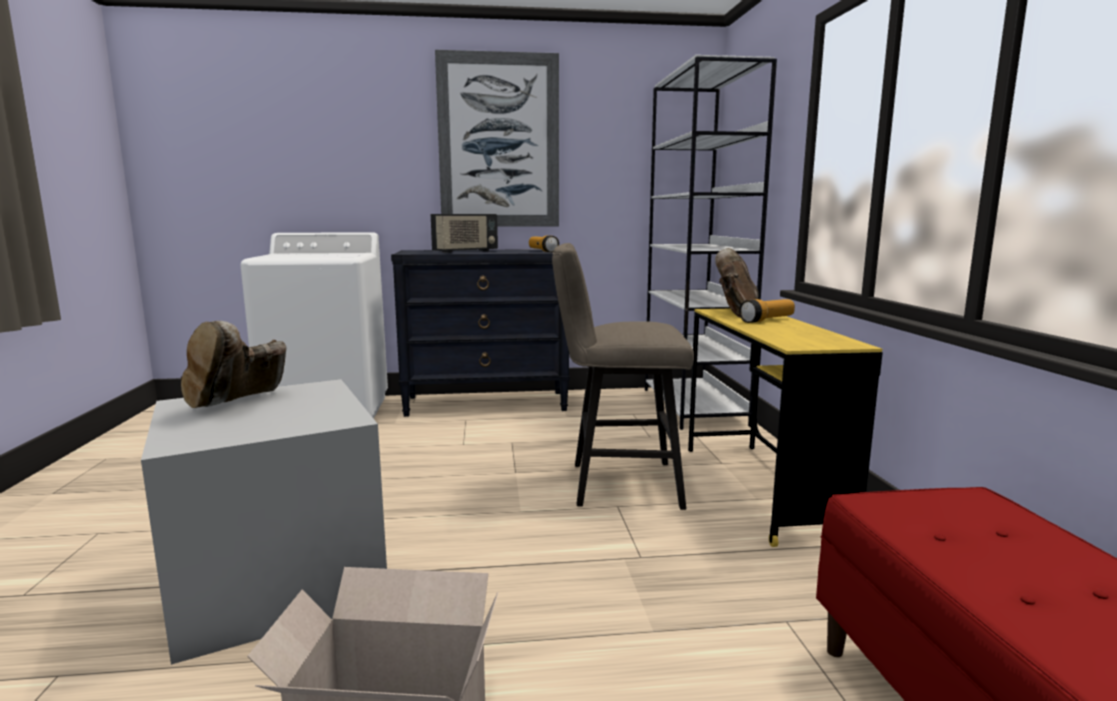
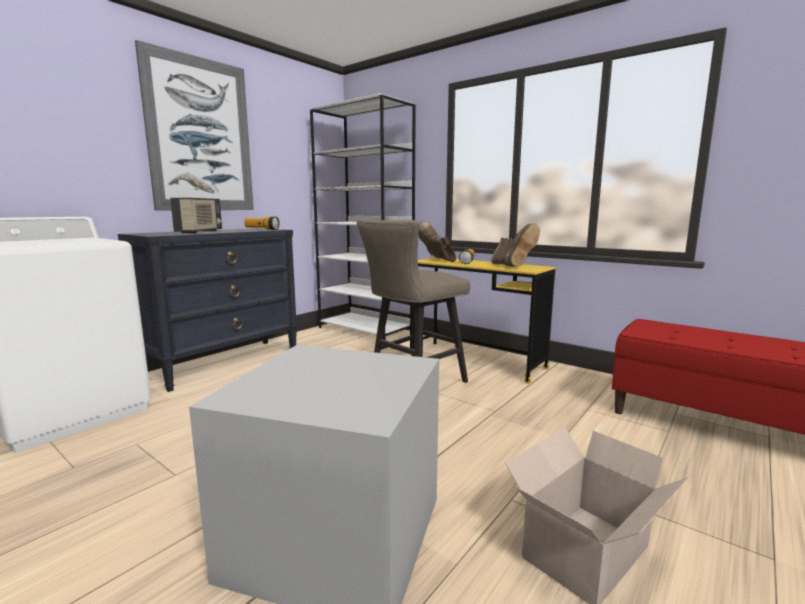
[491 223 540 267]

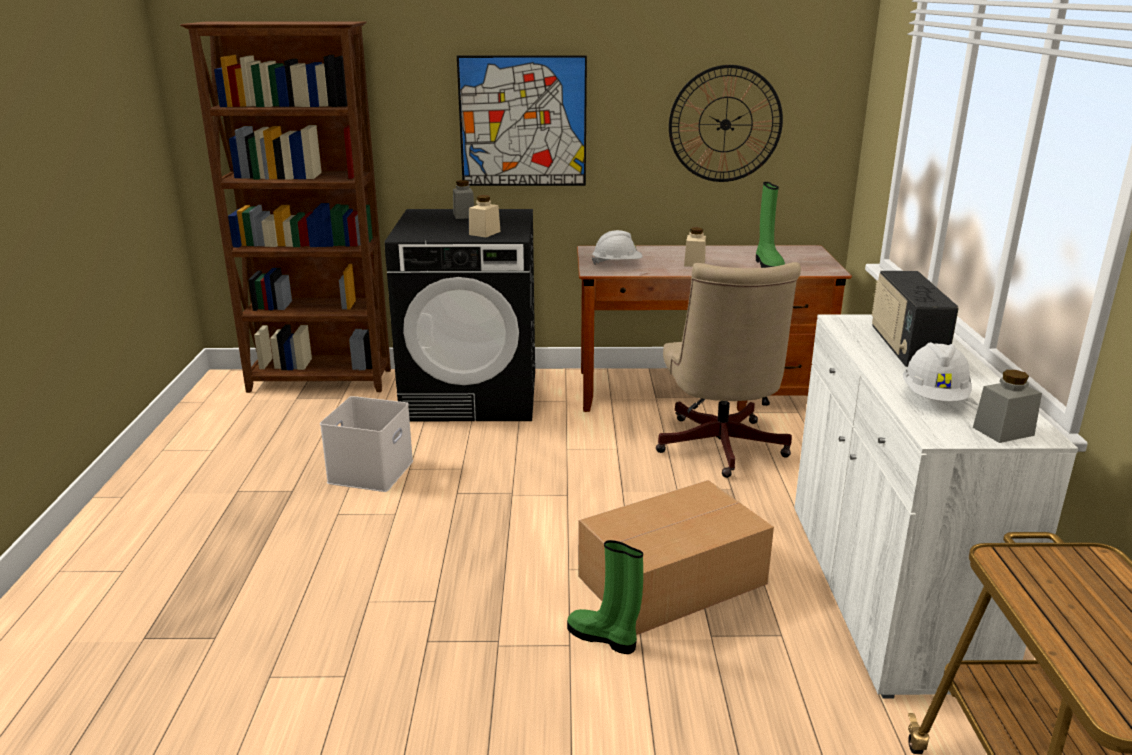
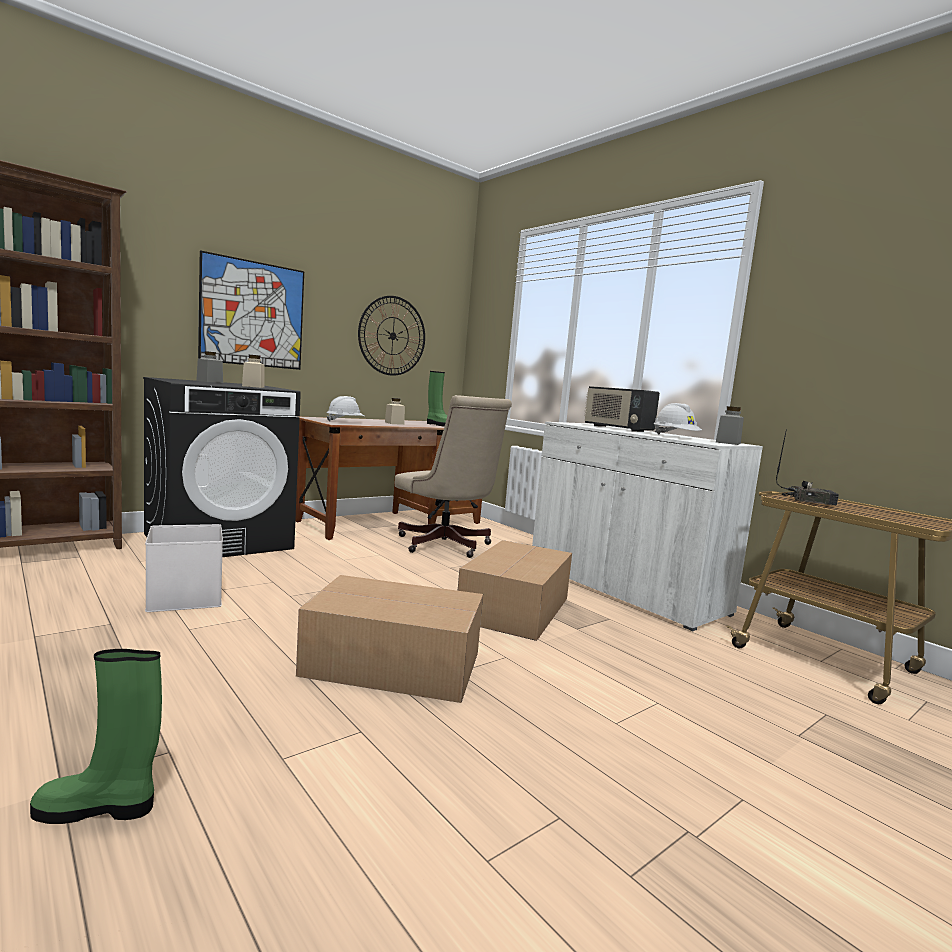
[30 649 162 824]
[296 575 483 703]
[776 430 839 506]

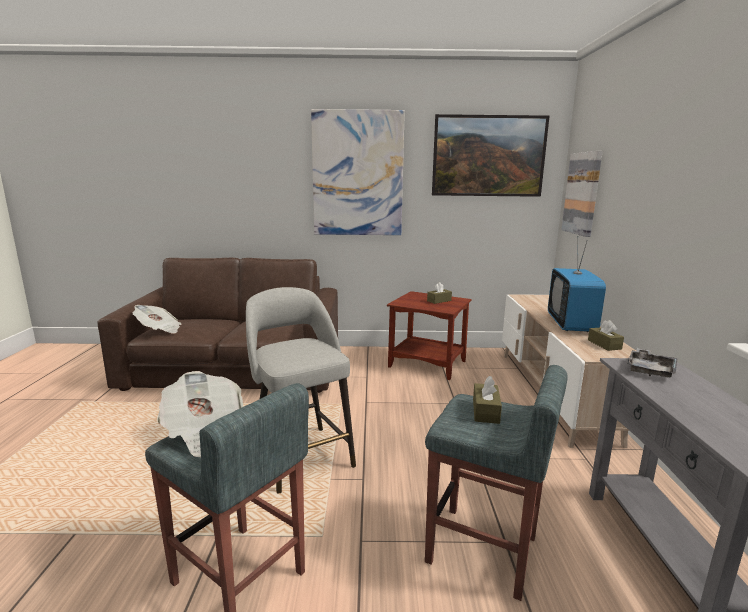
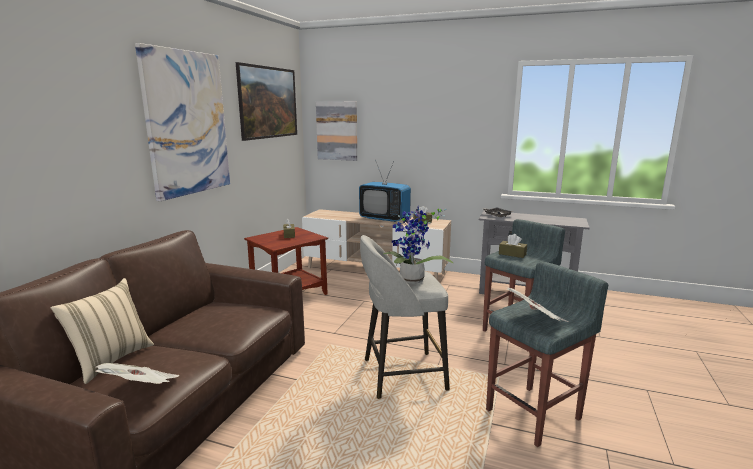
[51 278 154 384]
[383 206 453 284]

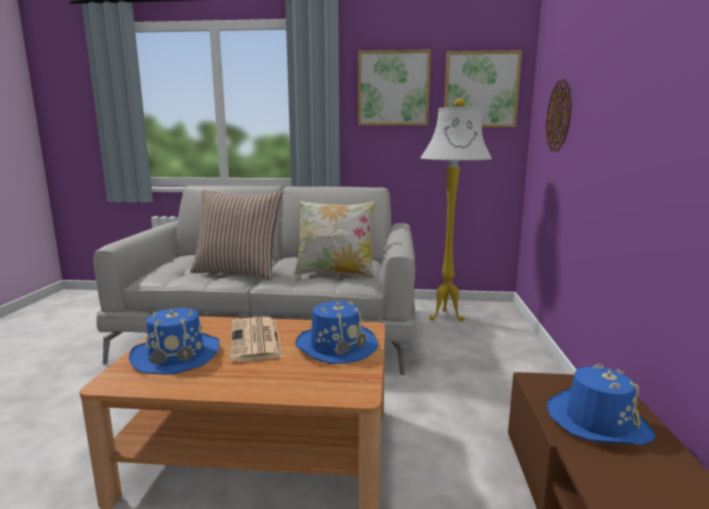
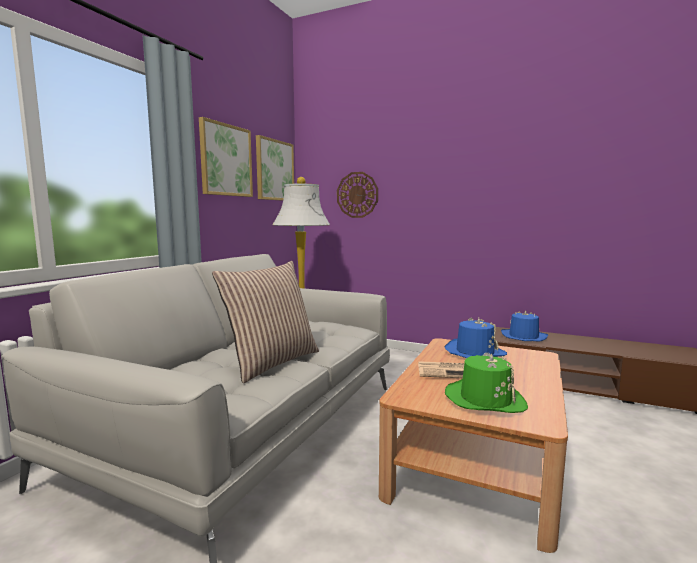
[445 352 528 413]
[294 200 376 278] (first image)

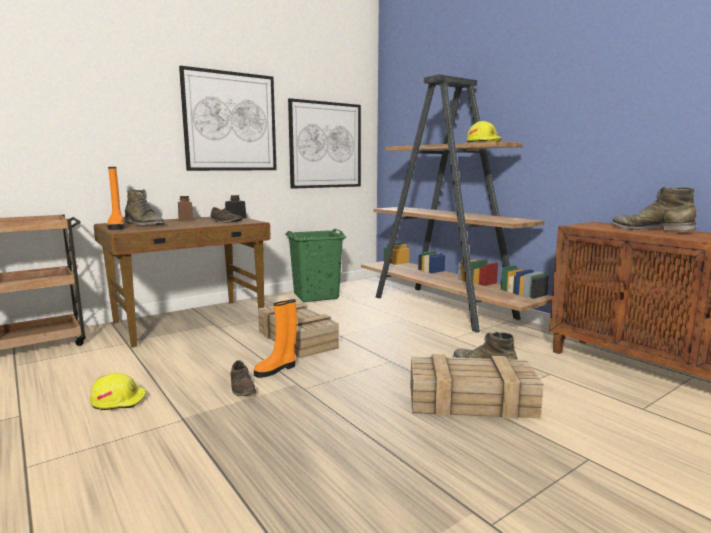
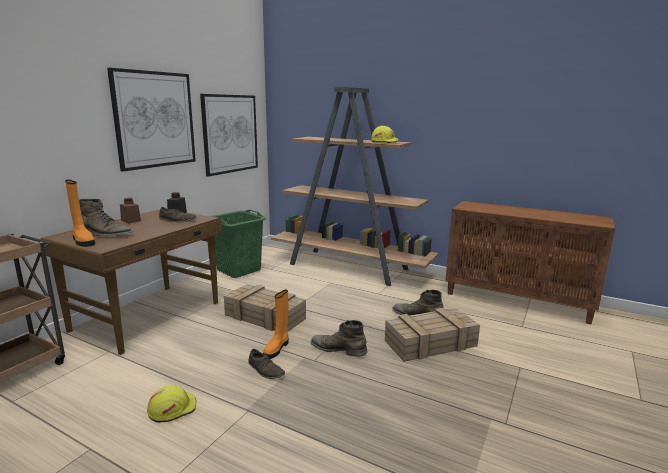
[311 320 367 357]

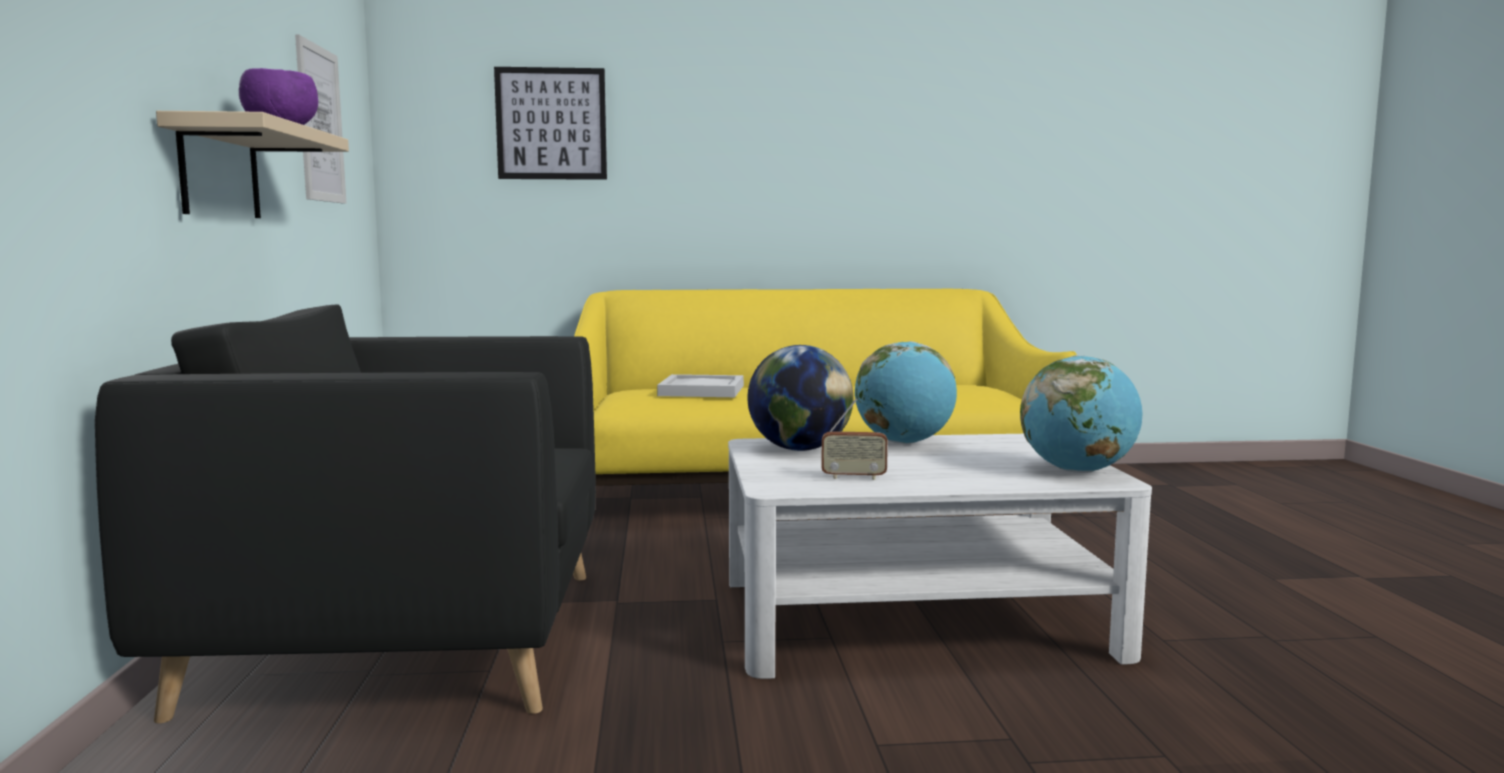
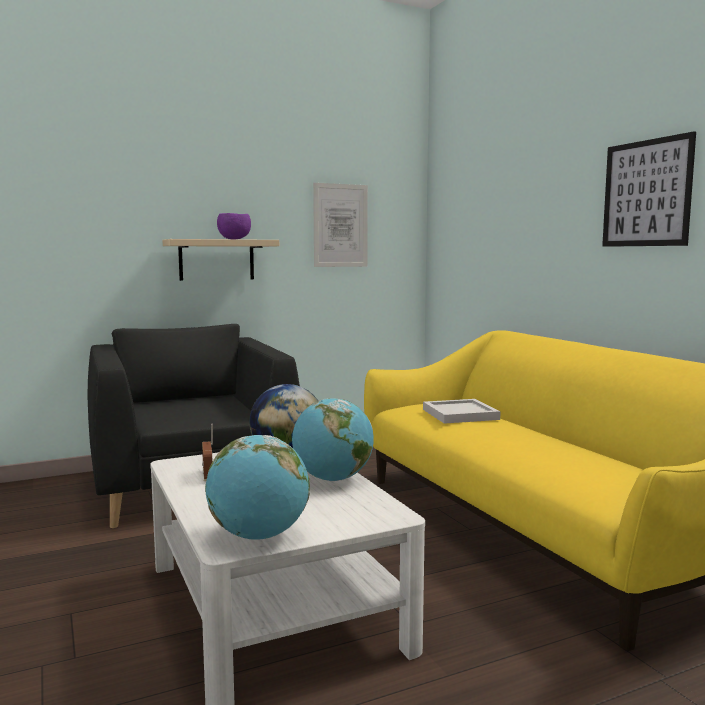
[602 131 696 247]

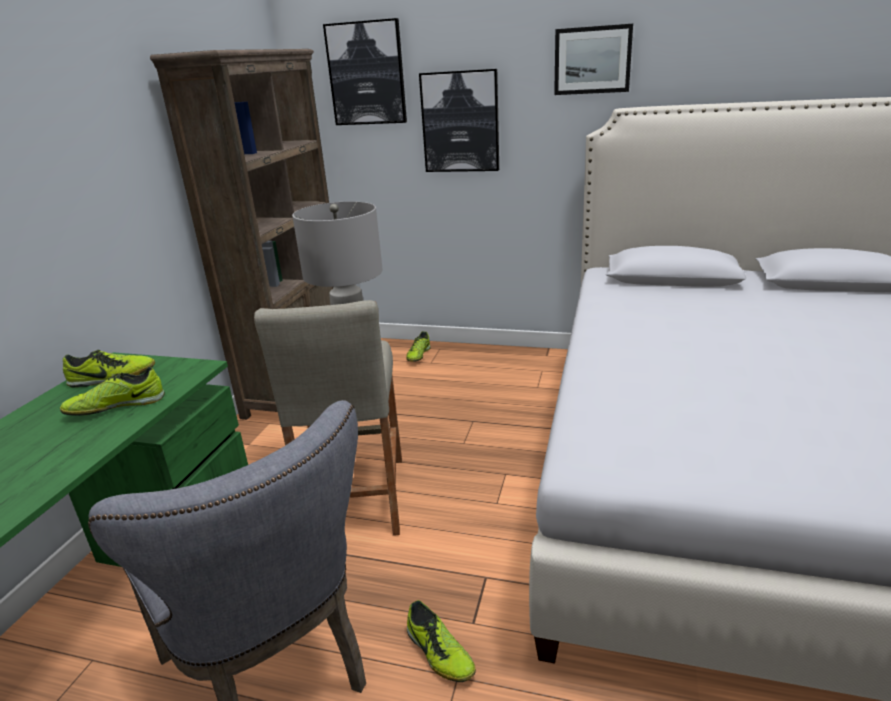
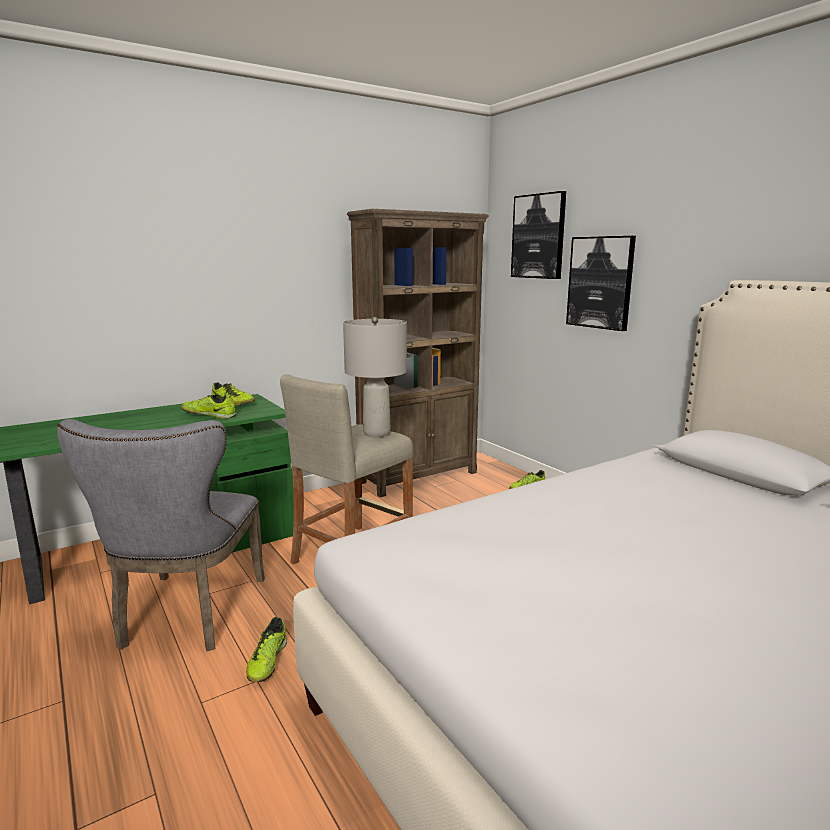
[554 24 633 95] (first image)

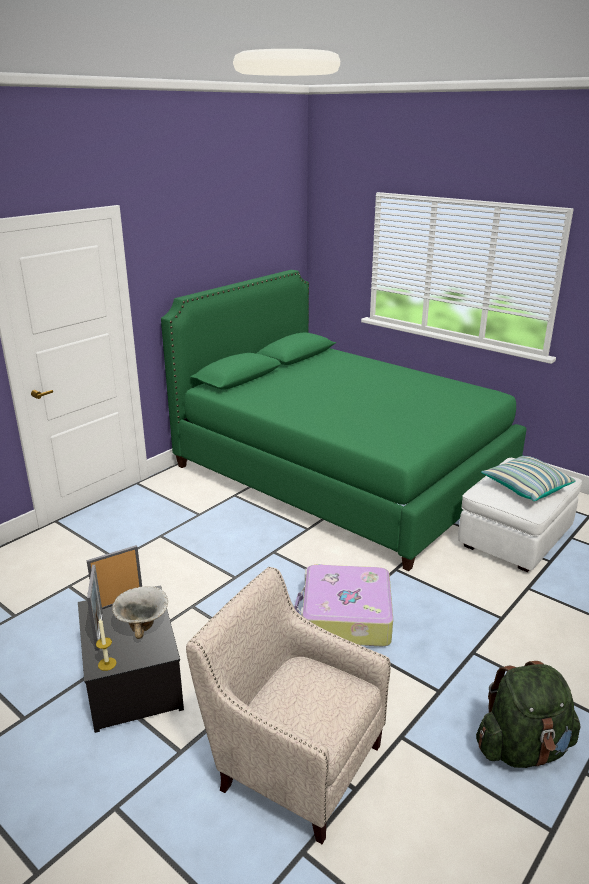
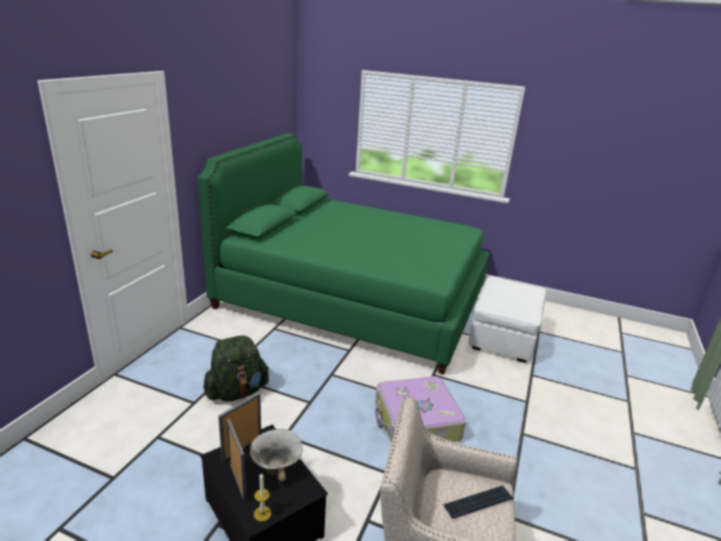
[203 335 269 402]
[444 485 514 519]
[481 456 576 501] (first image)

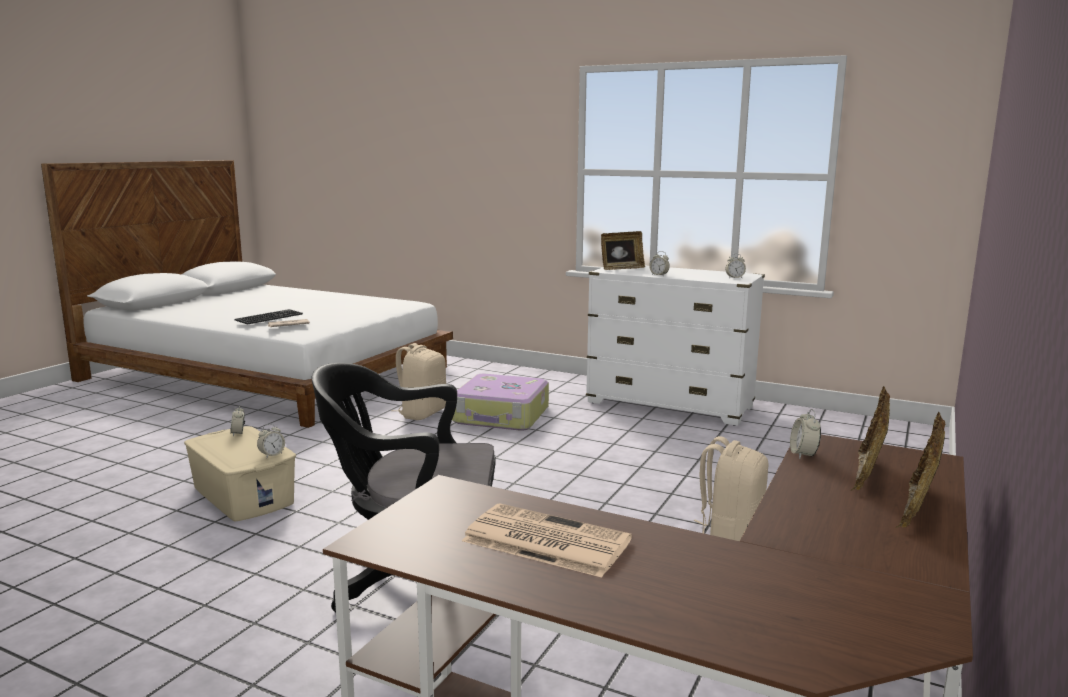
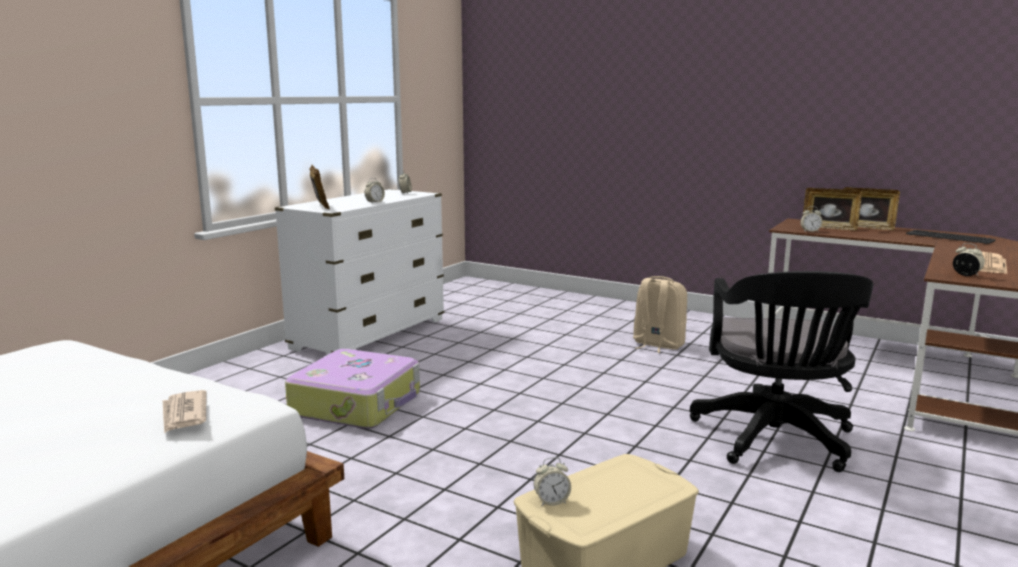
[906 230 996 244]
[953 243 985 276]
[391 343 446 420] (first image)

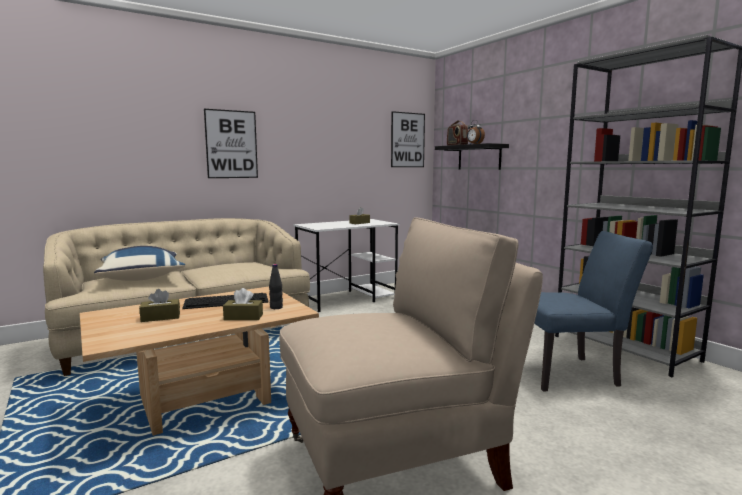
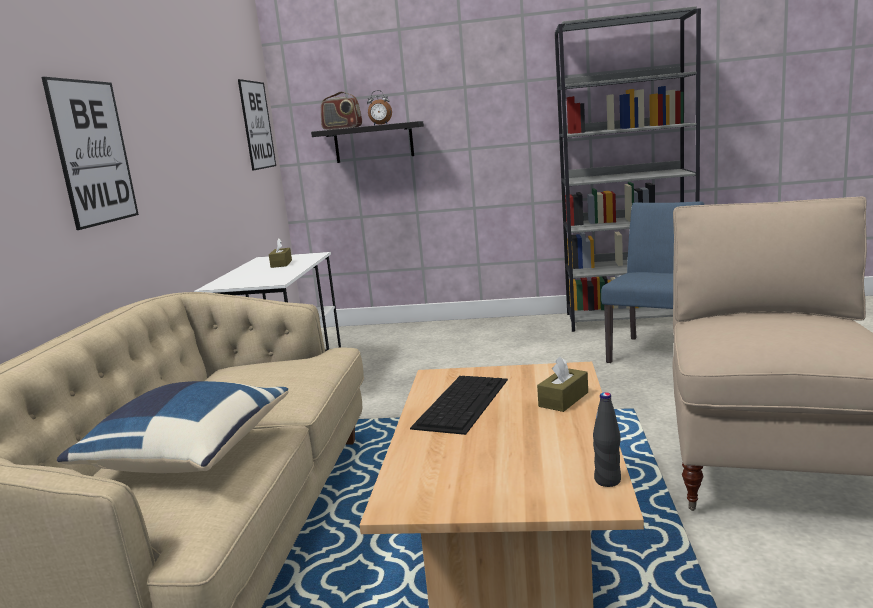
[593 392 621 487]
[139 289 180 322] (first image)

